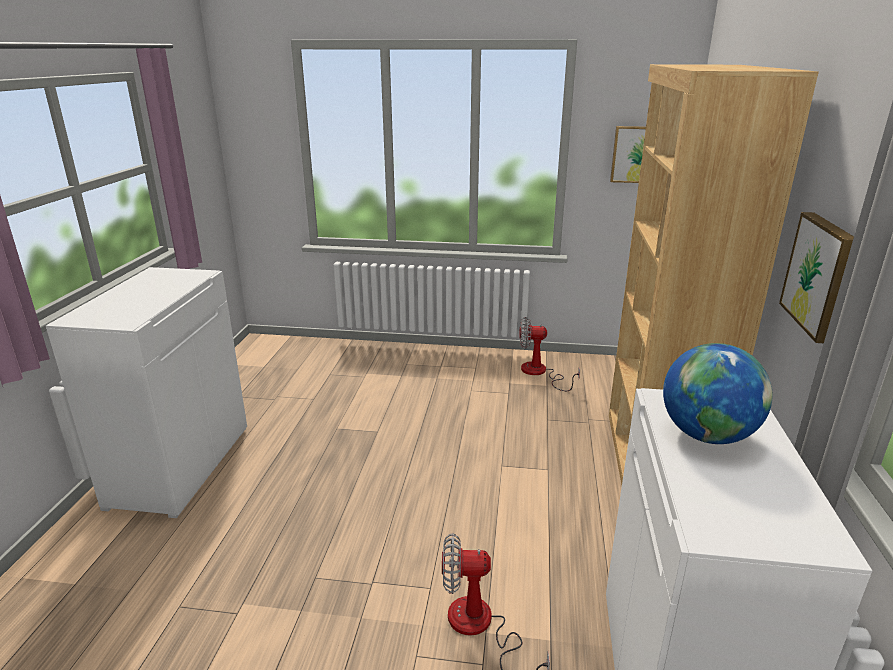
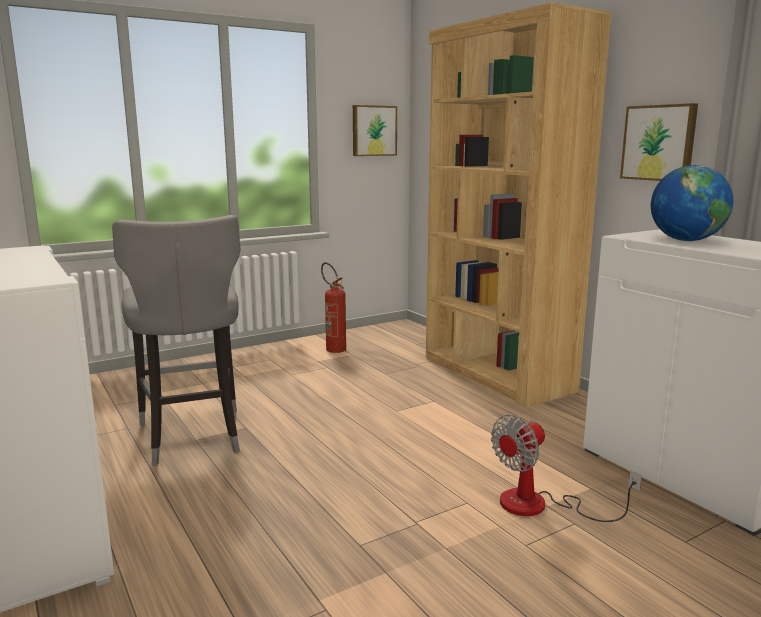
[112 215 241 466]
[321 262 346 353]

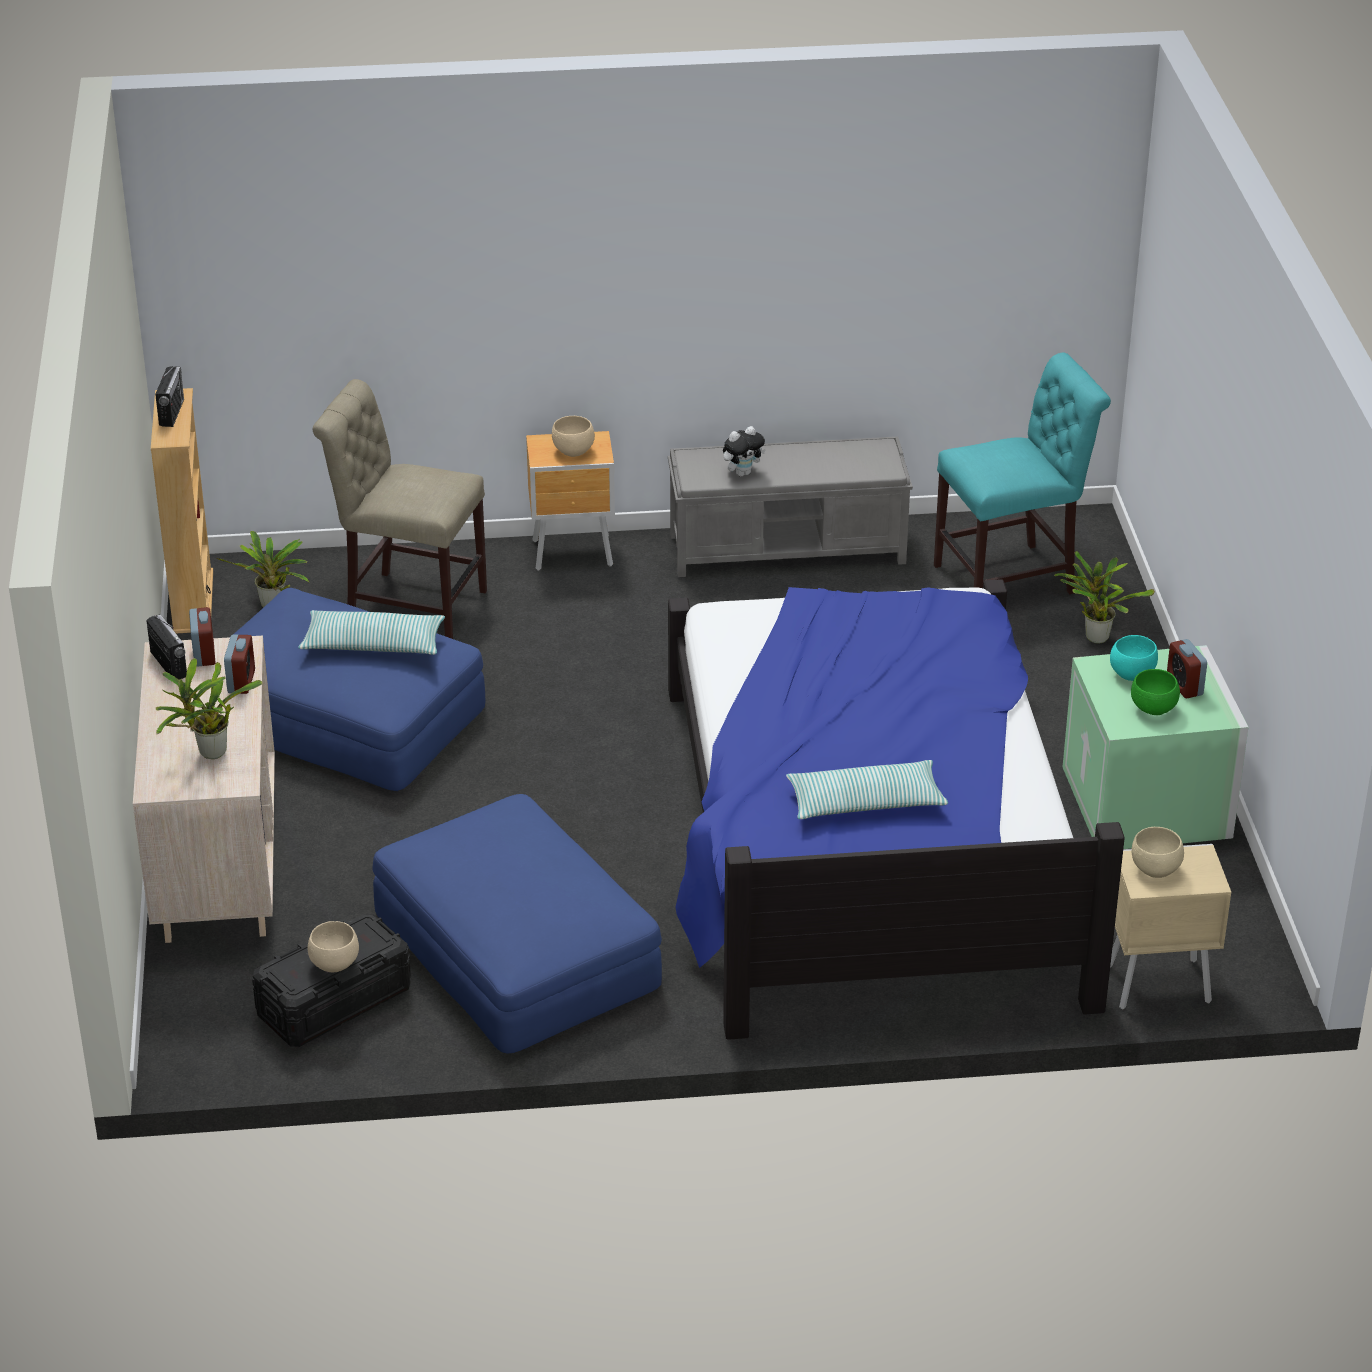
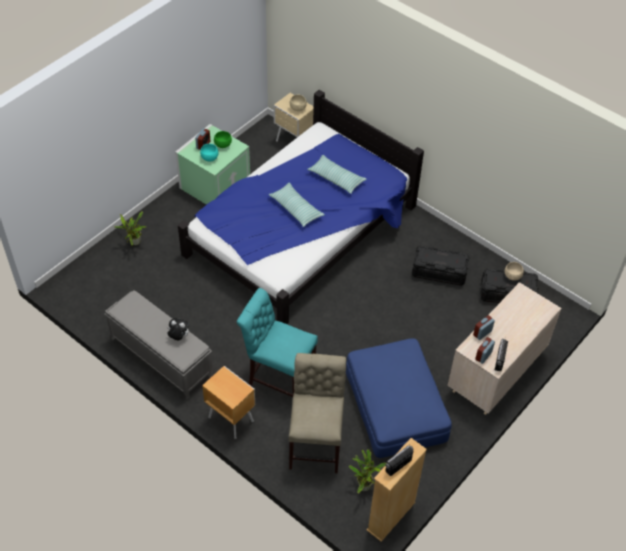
[237 288 318 397]
[269 183 325 227]
[289 353 346 473]
[412 246 470 286]
[155 658 262 759] (first image)
[552 416 595 457] (first image)

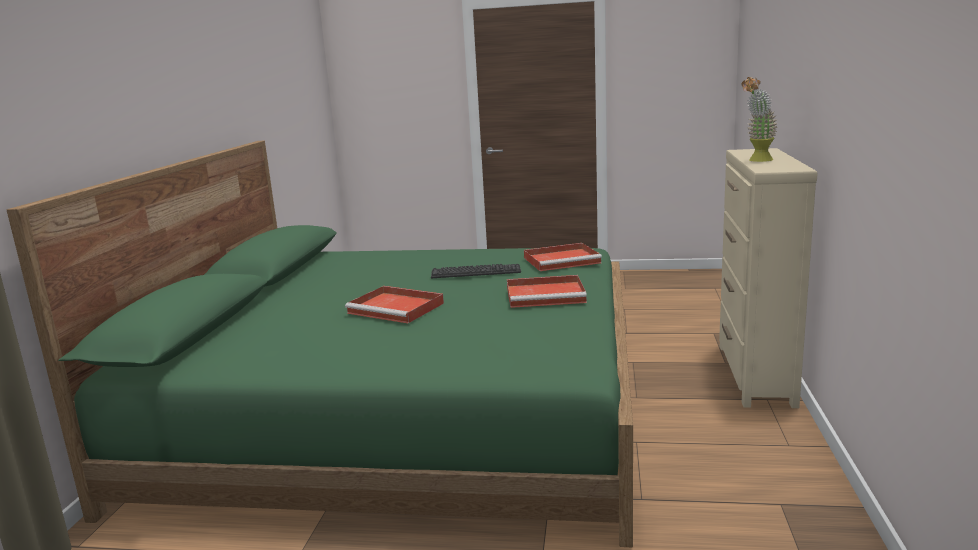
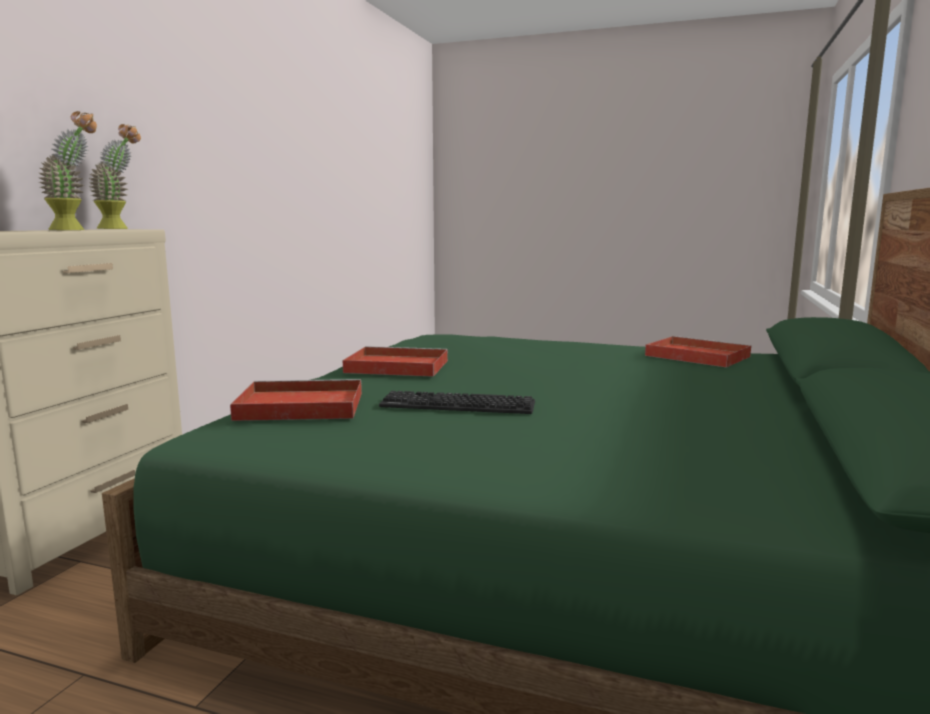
[89 124 141 229]
[645 336 752 368]

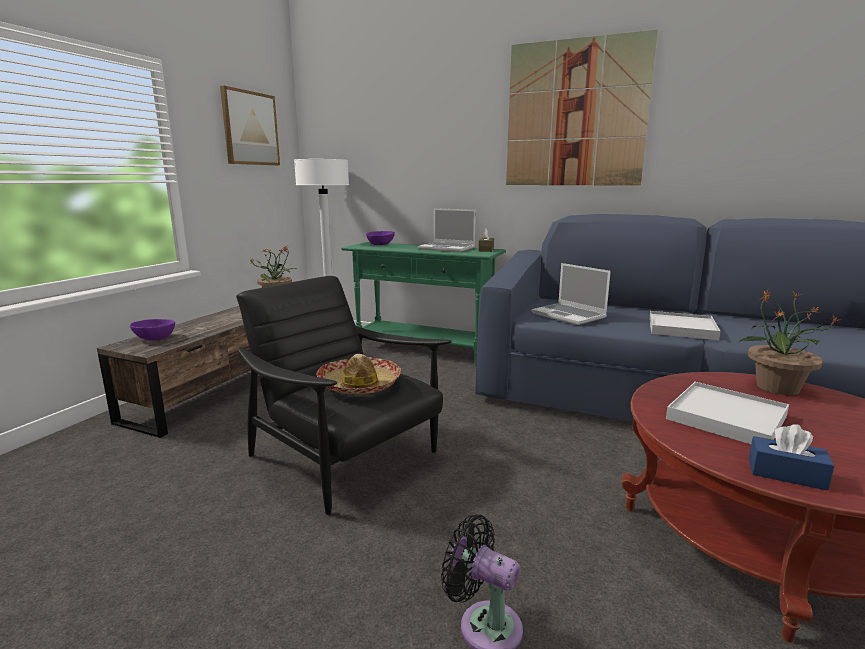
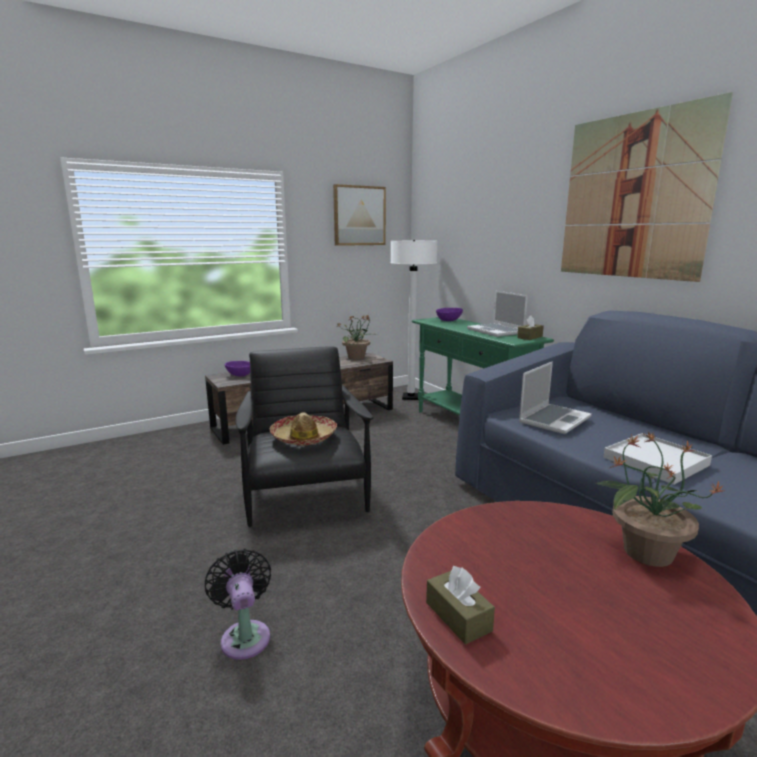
[426 566 495 645]
[519 362 592 434]
[666 382 789 444] (first image)

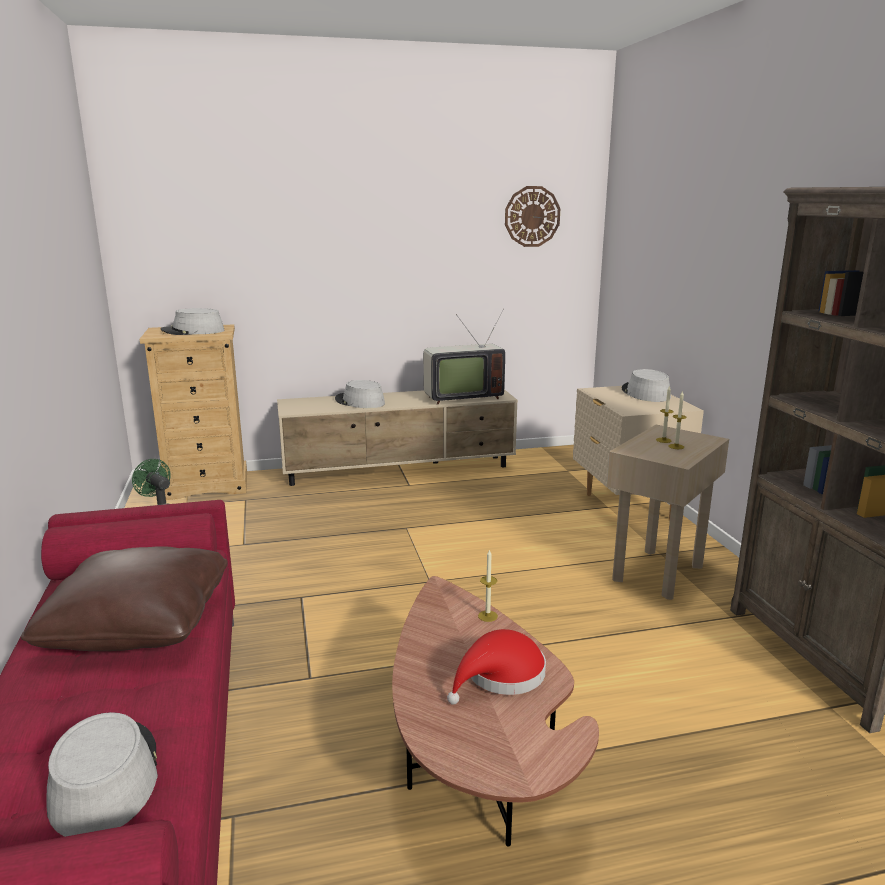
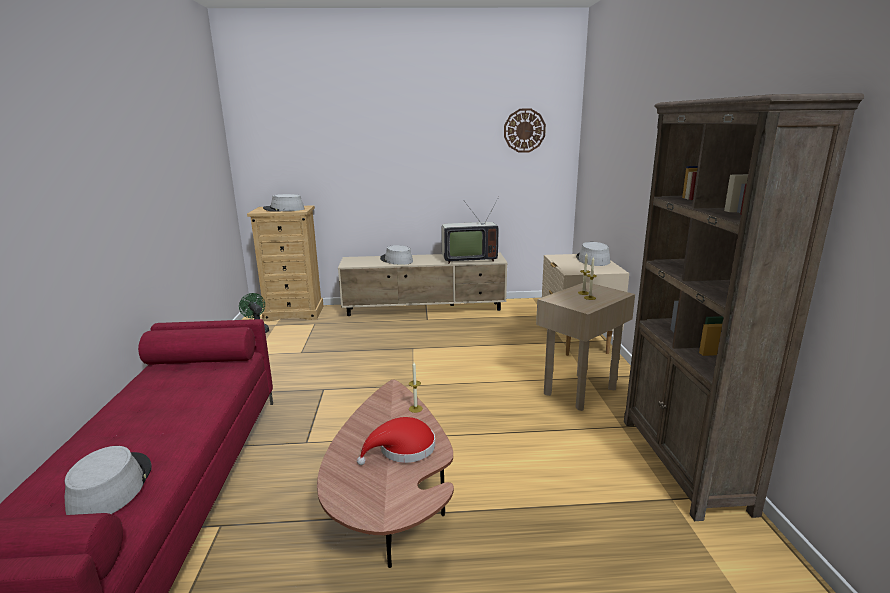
[21 546 227 651] (first image)

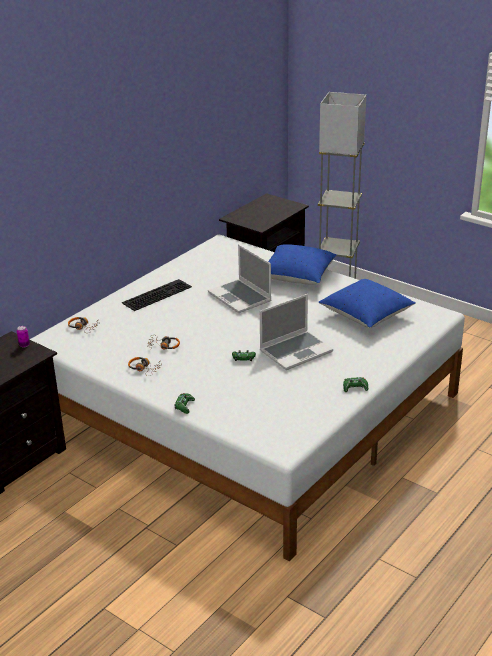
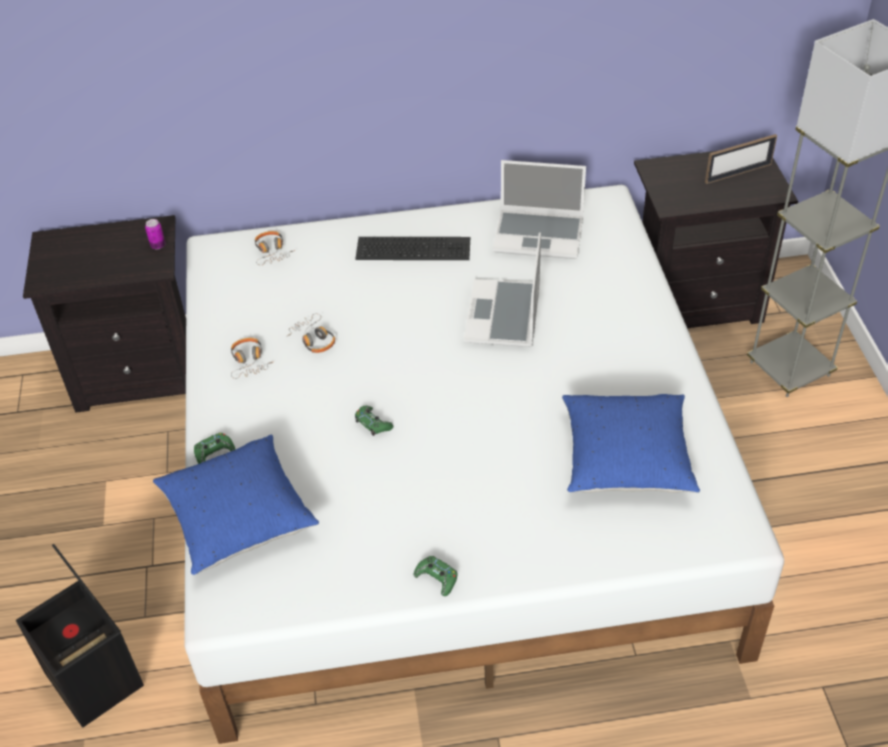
[16 544 144 728]
[153 434 319 575]
[493 160 586 259]
[705 134 777 184]

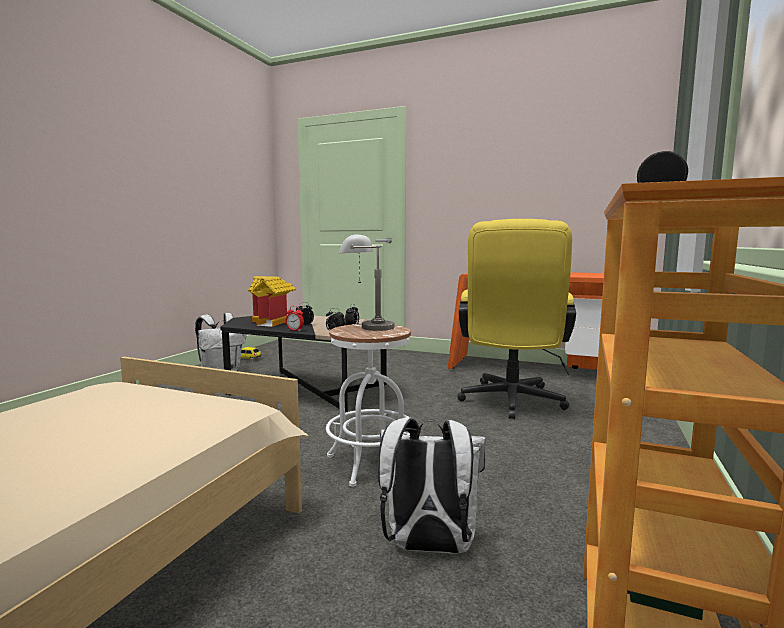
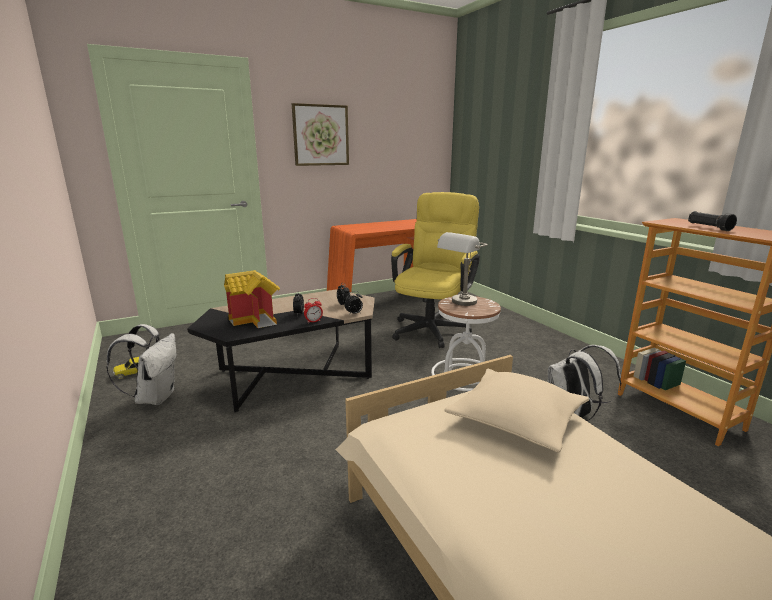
[292 103 349 166]
[391 192 480 348]
[444 368 589 453]

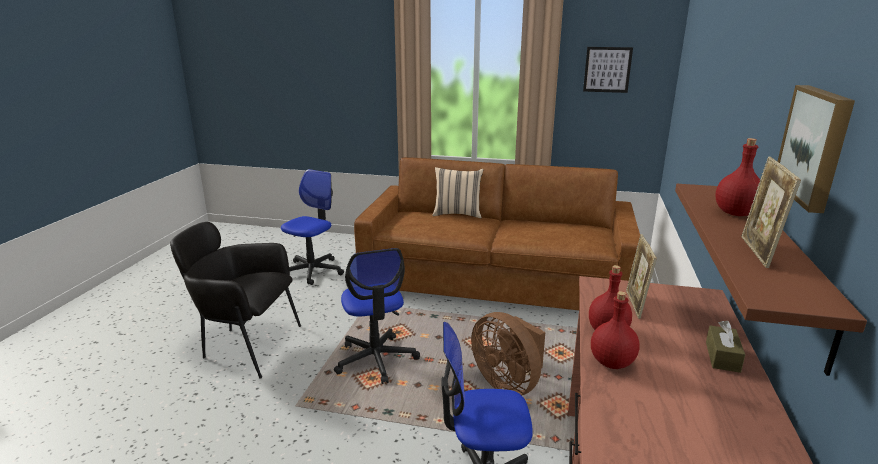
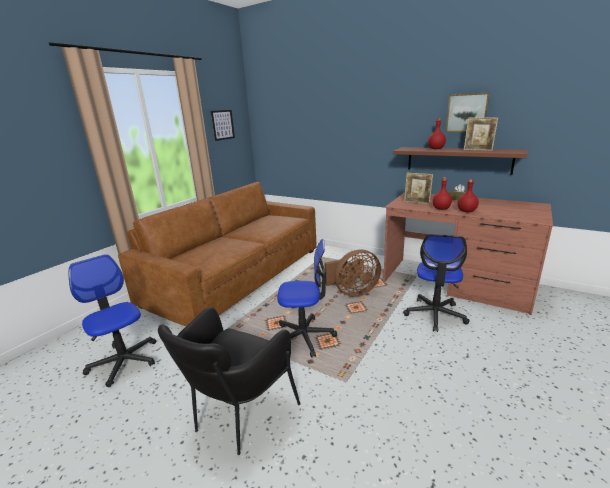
[432 167 483 218] (first image)

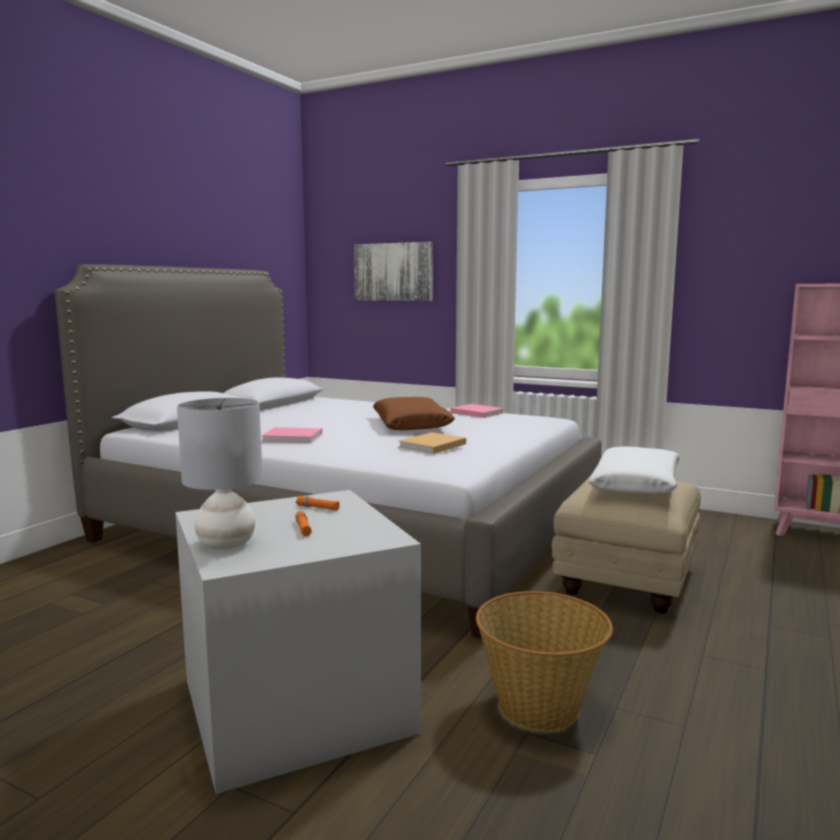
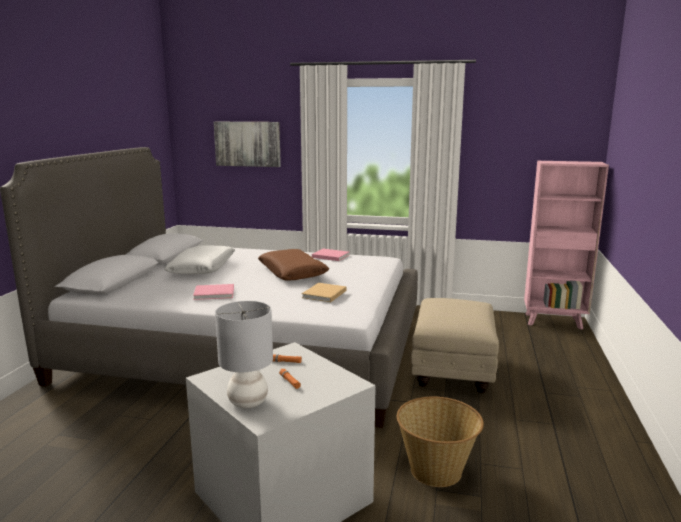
[164 245 235 274]

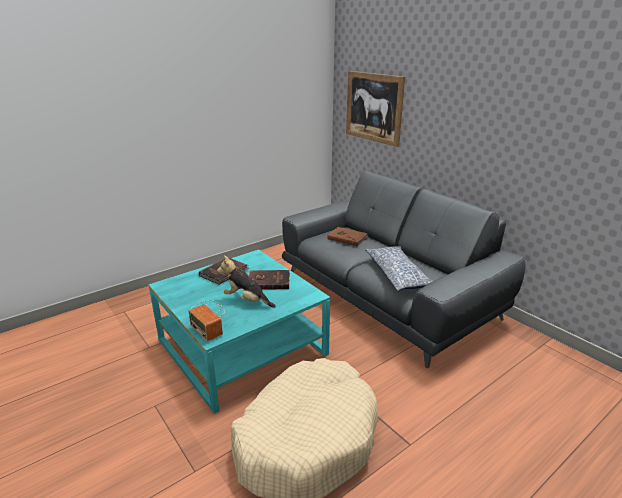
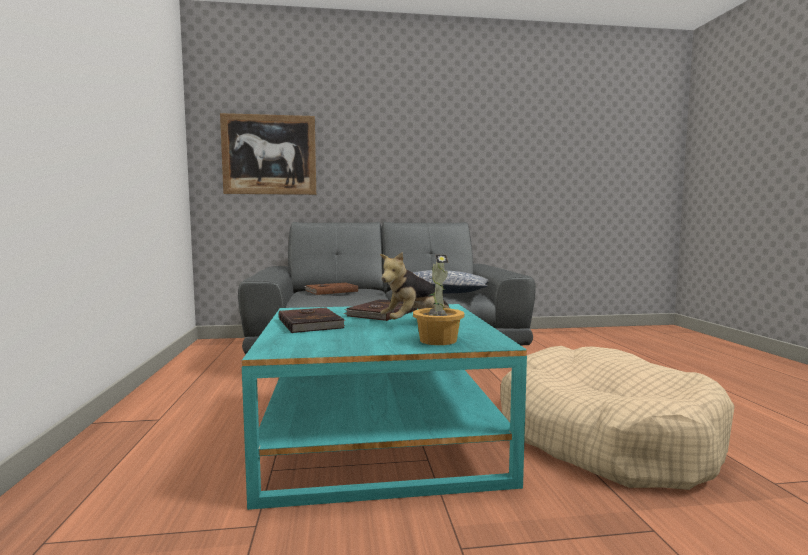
[413 255 465 345]

